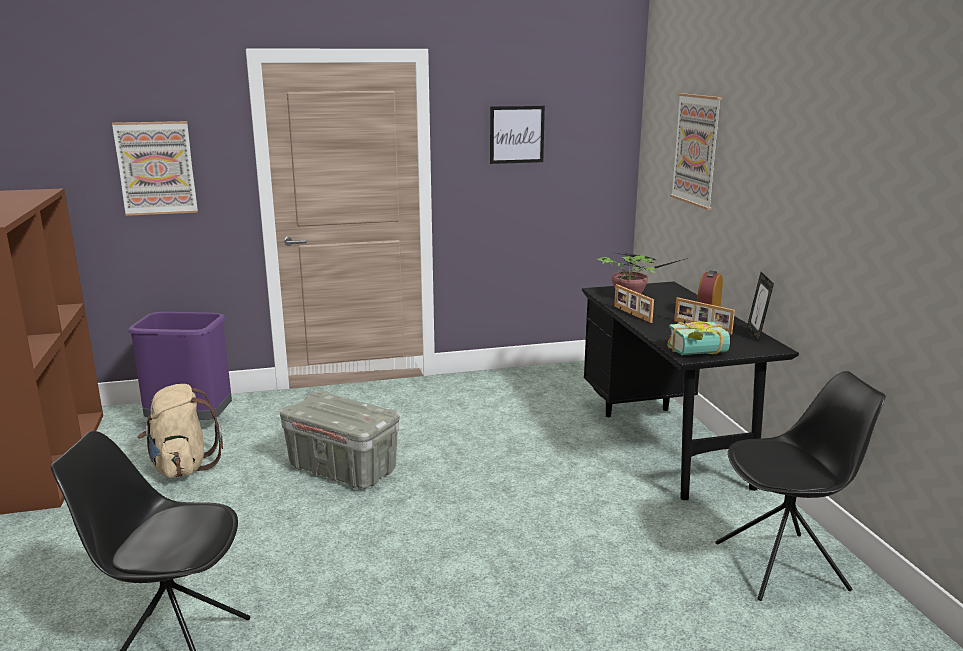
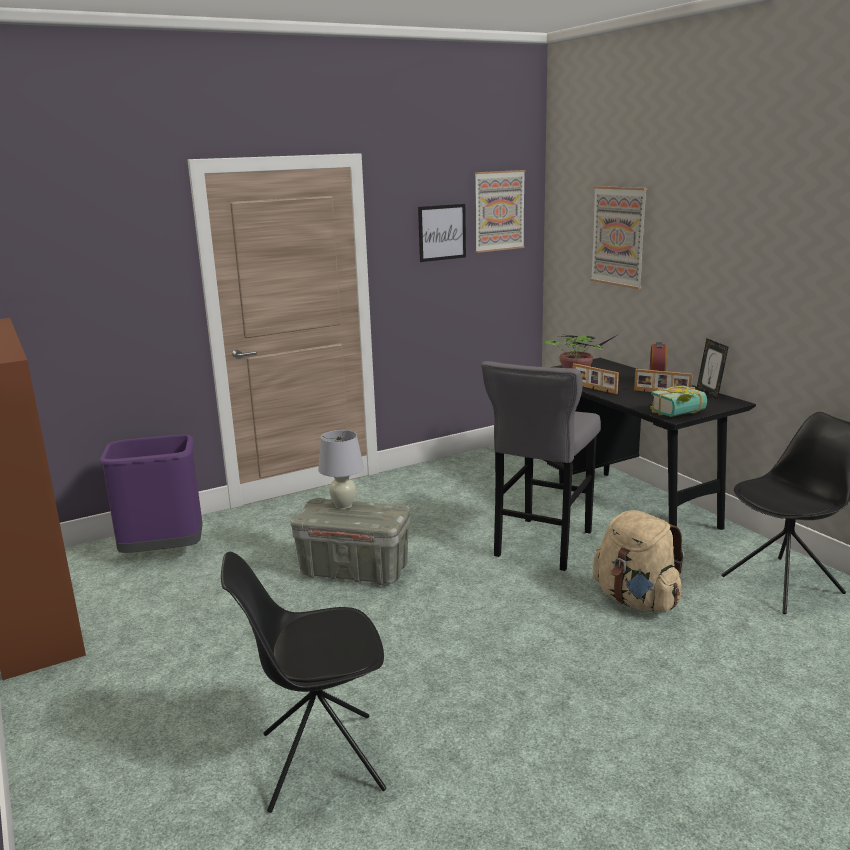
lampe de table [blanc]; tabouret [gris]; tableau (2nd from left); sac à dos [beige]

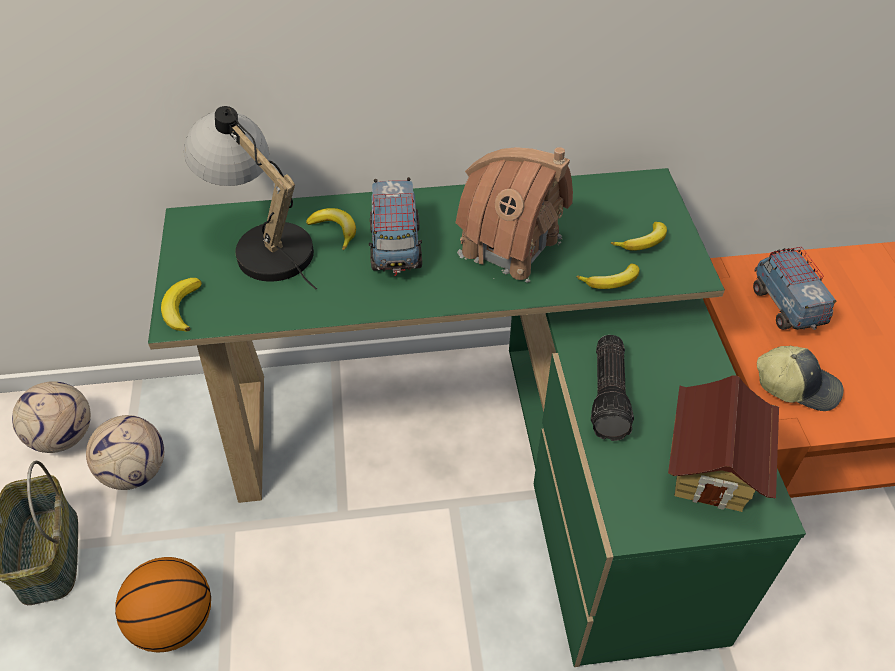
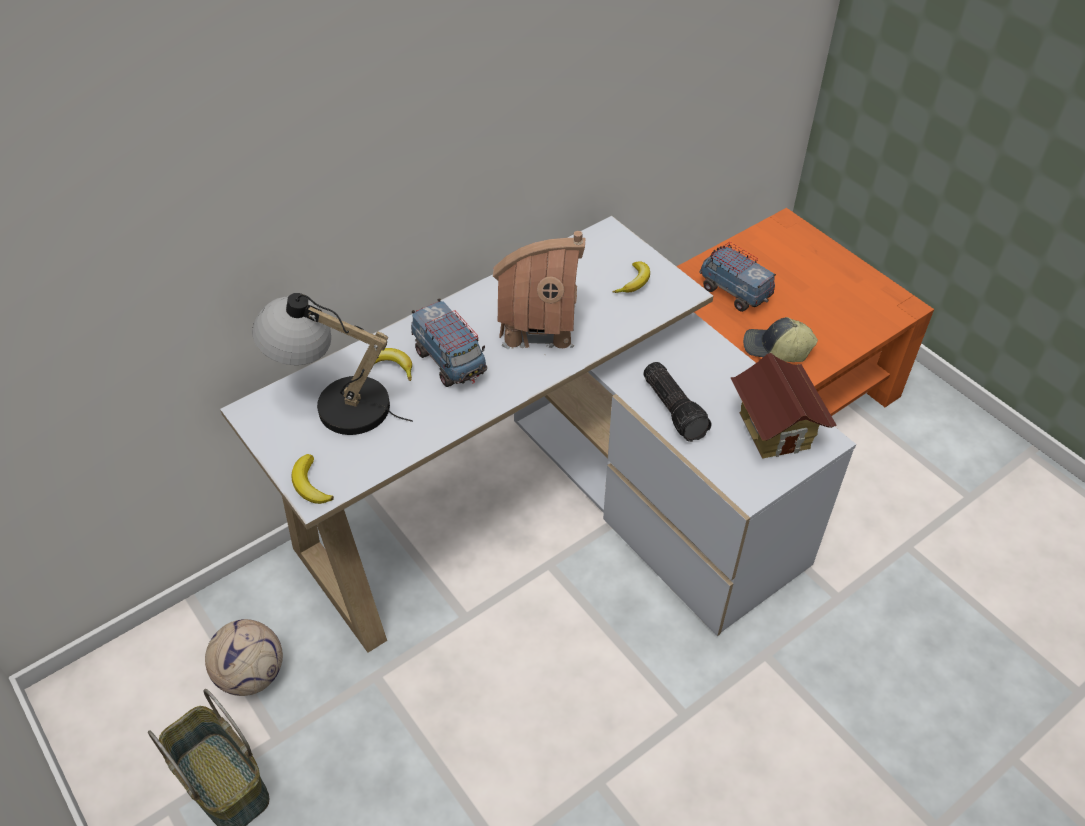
ballon de foot (1st from left in the first image); ballon de basket; banane (3rd from left in the first image); bureau [blanc]; casquette

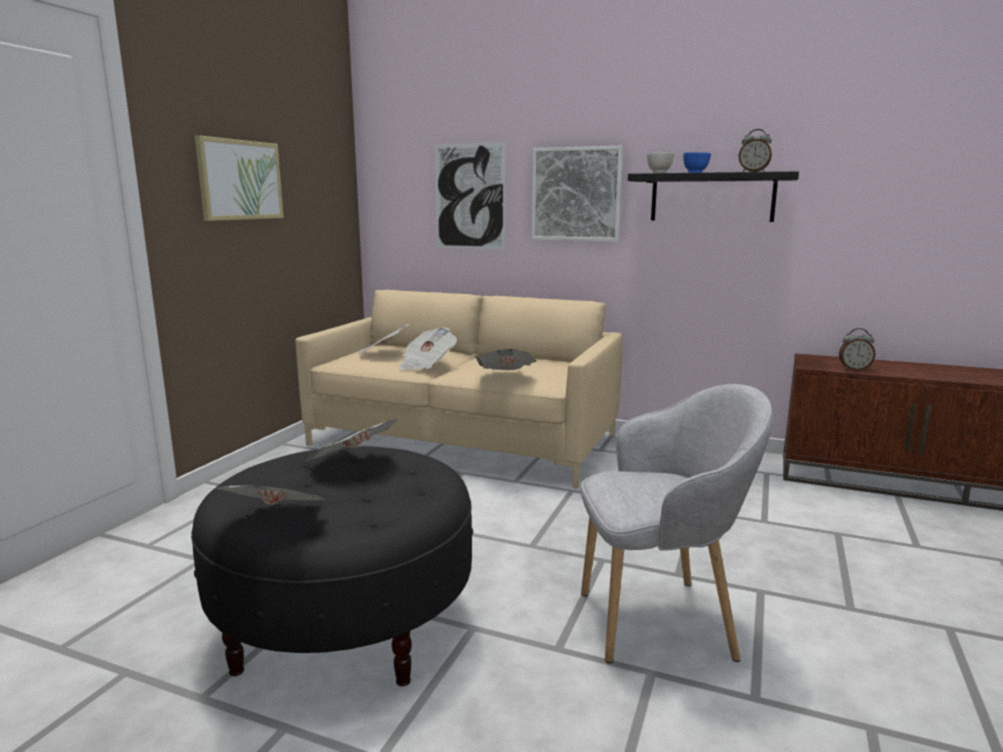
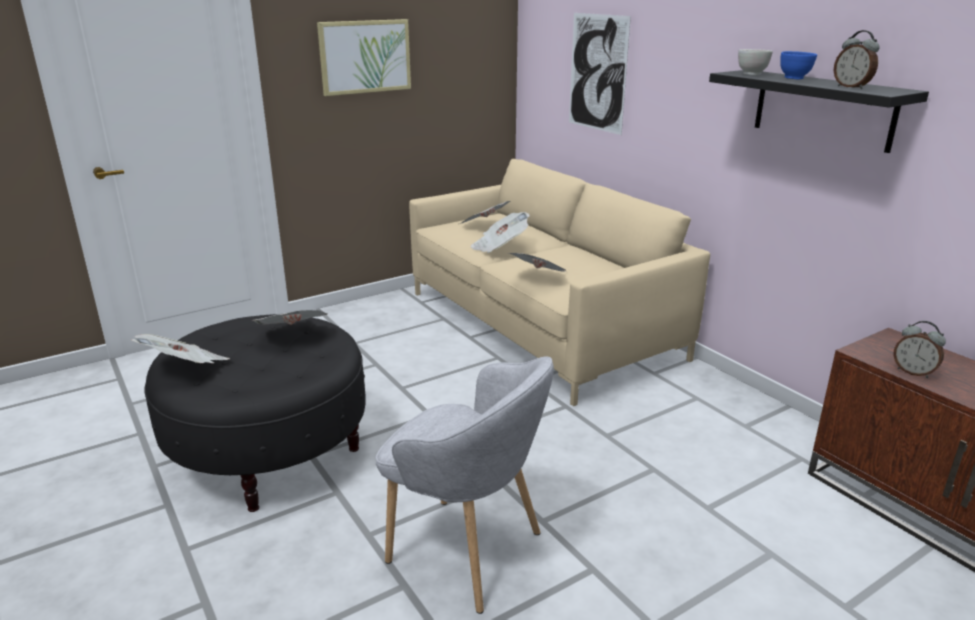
tableau (3rd from left in the first image)

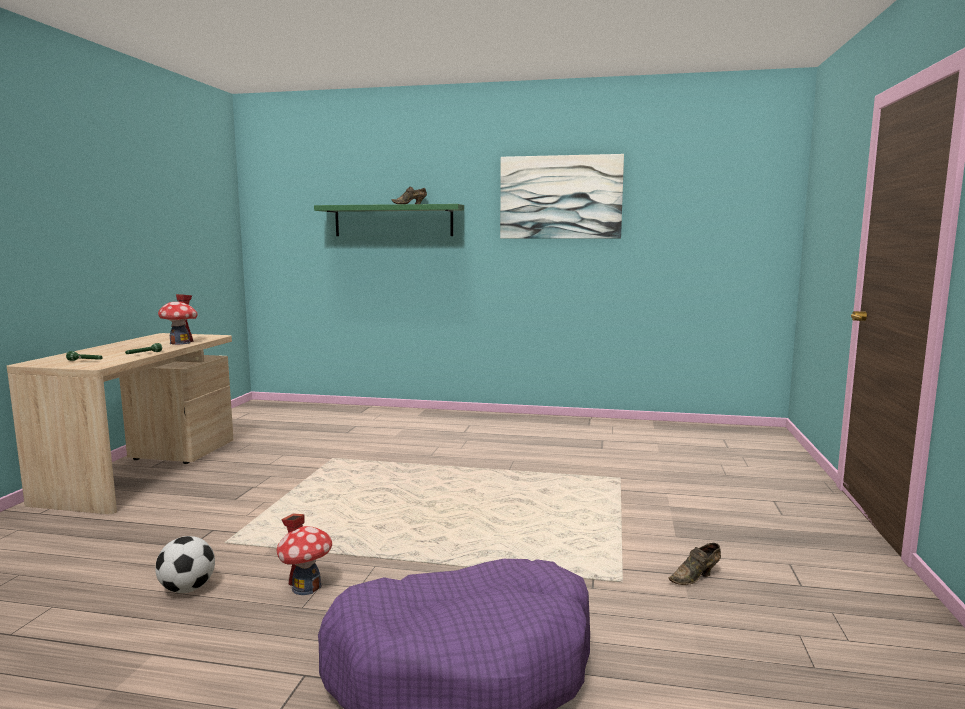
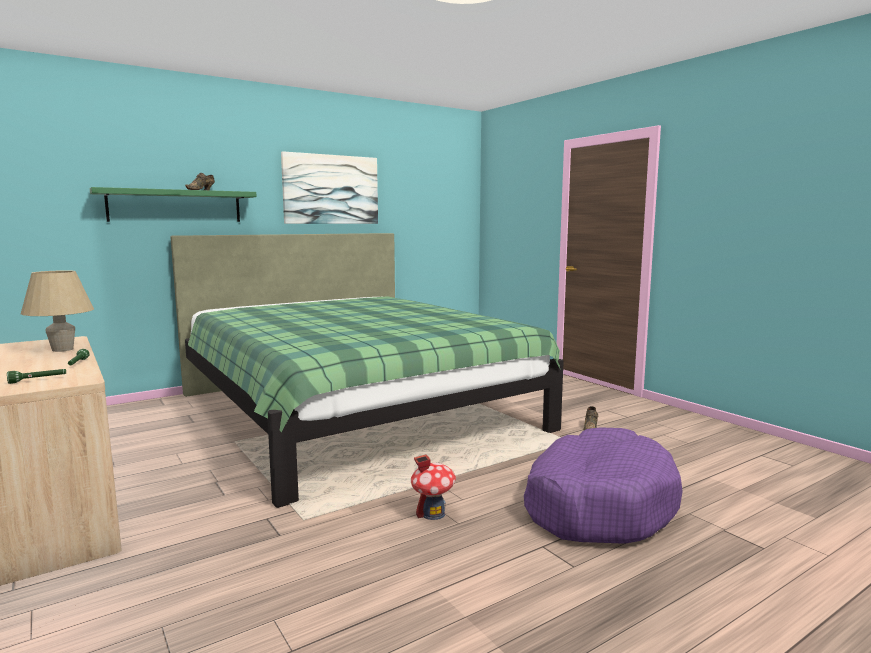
ballon de foot; lit [vert]; lampe de table [beige]

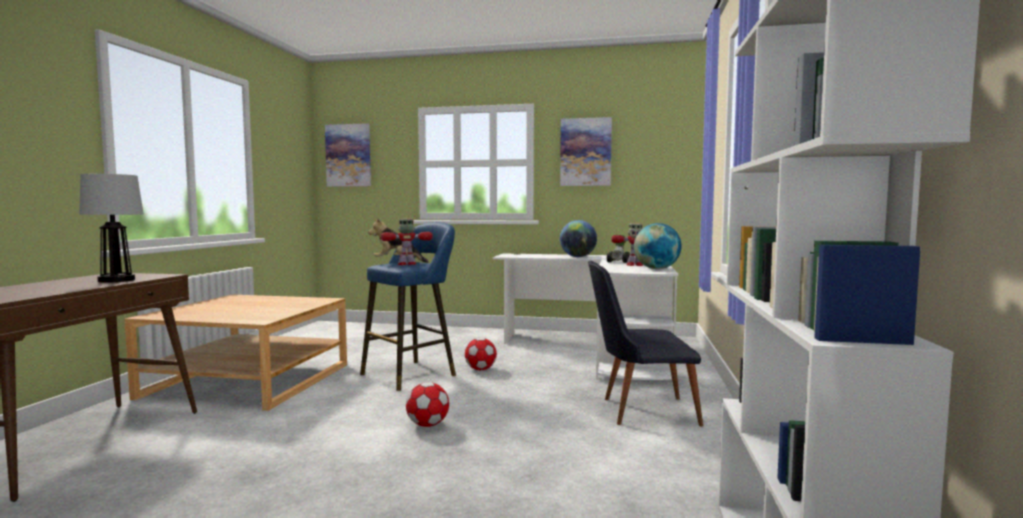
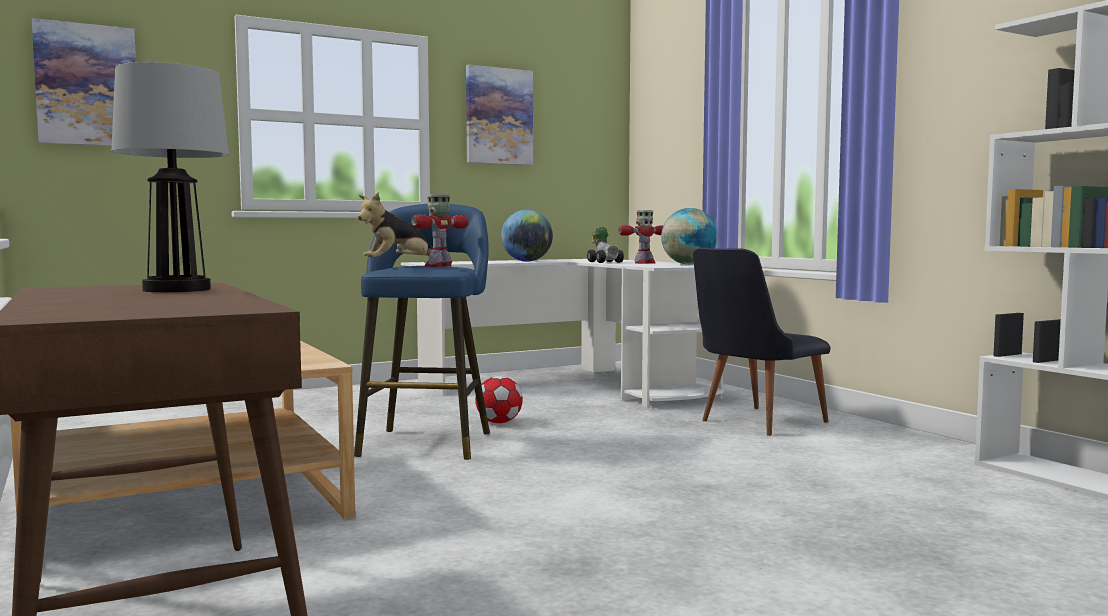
ballon de foot (1st from left in the first image)

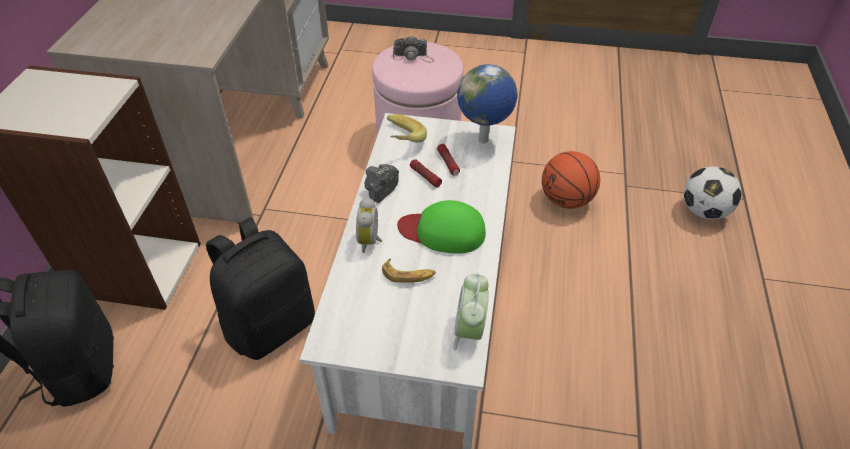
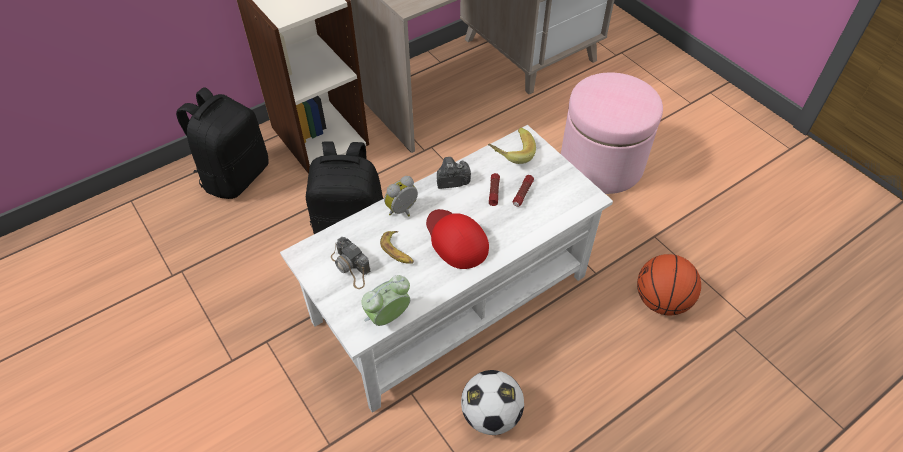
globe; appareil photo (1st from left); ballon de foot; casquette [rouge]

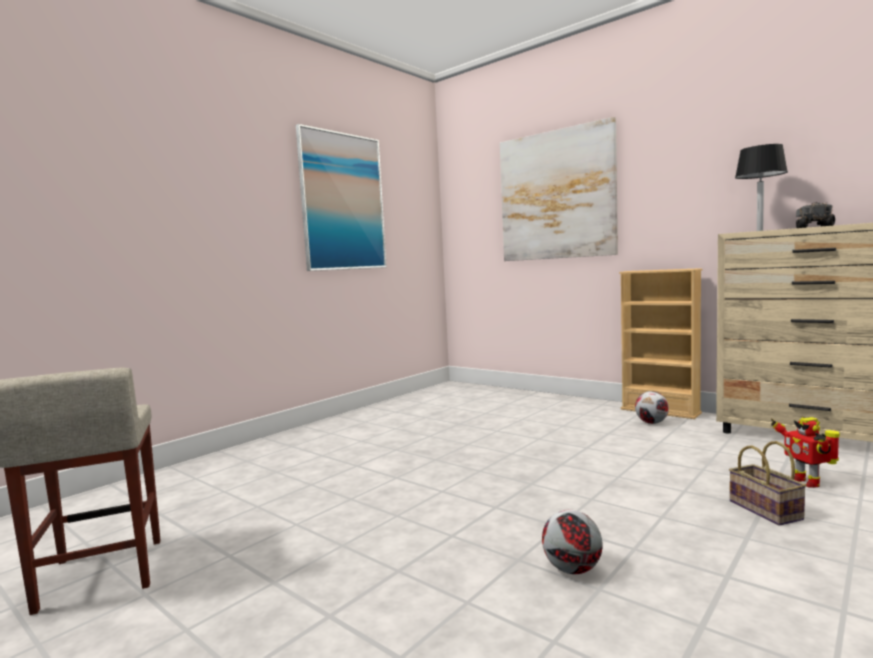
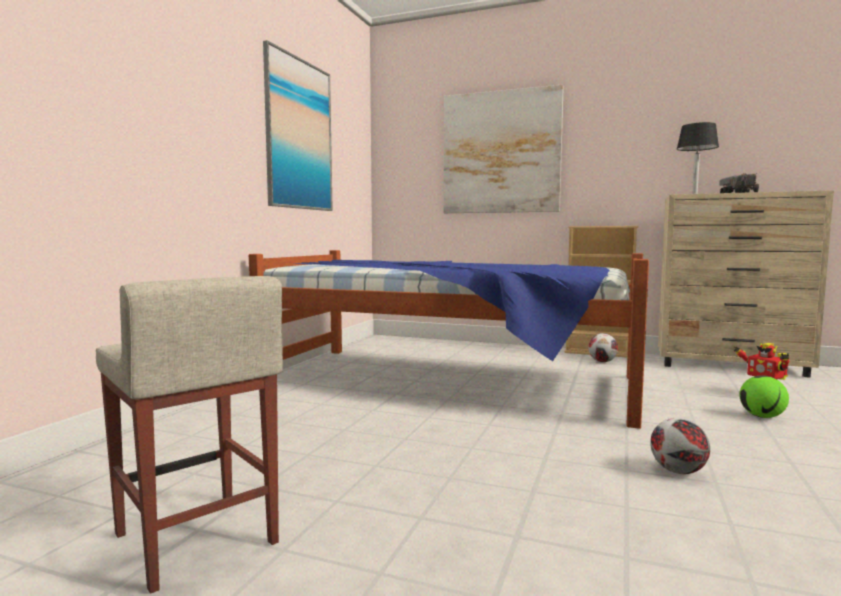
lit; ballon de foot (3rd from left)

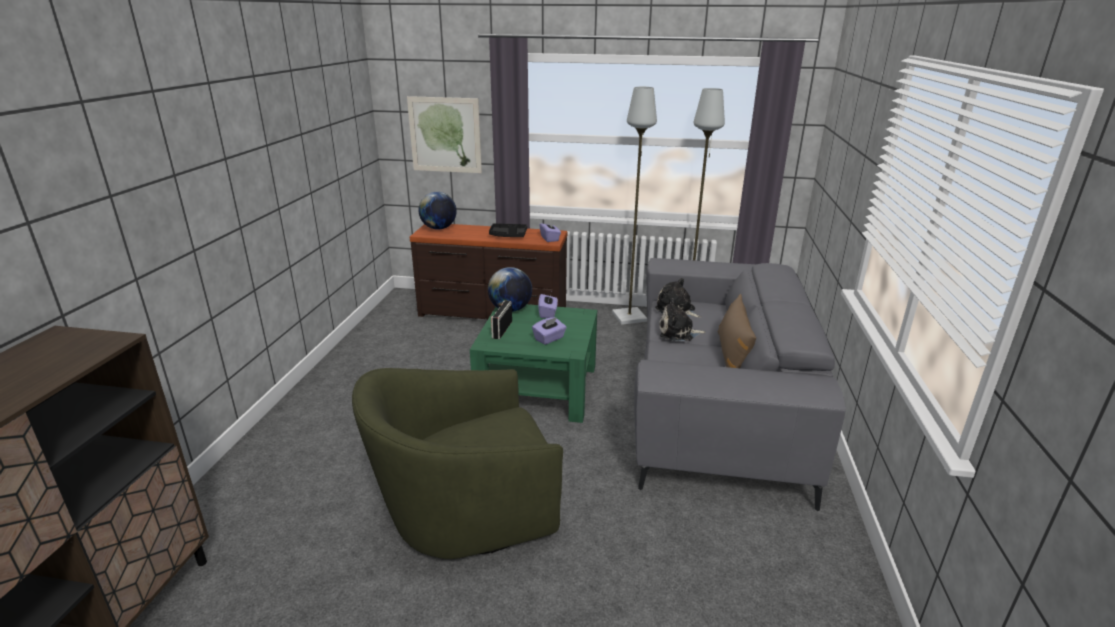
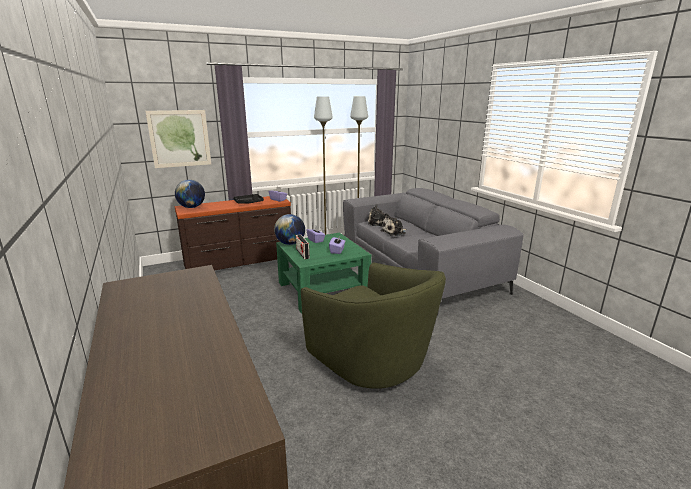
coussin [marron]; fauteuil [vert]

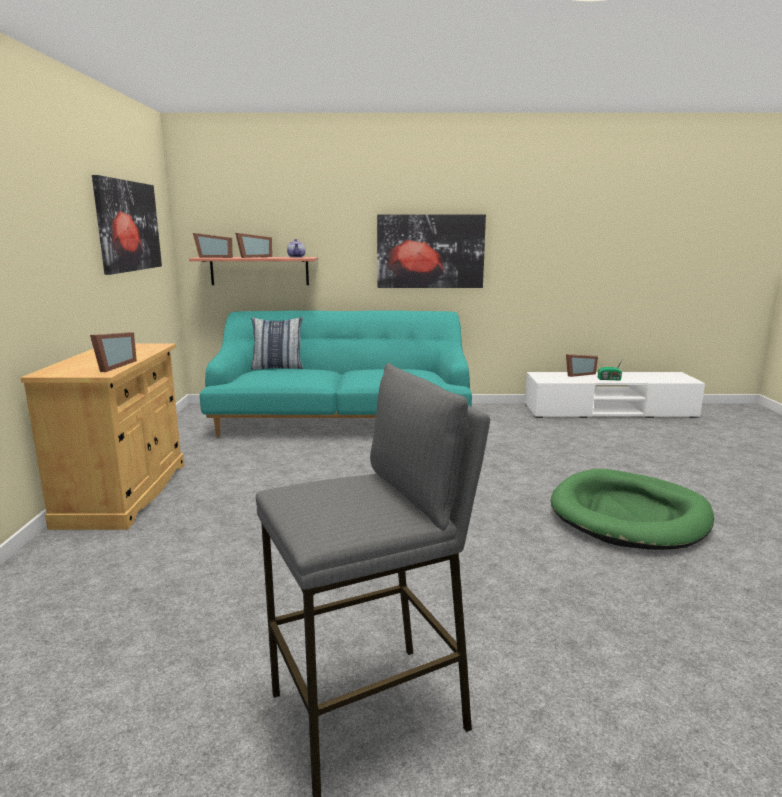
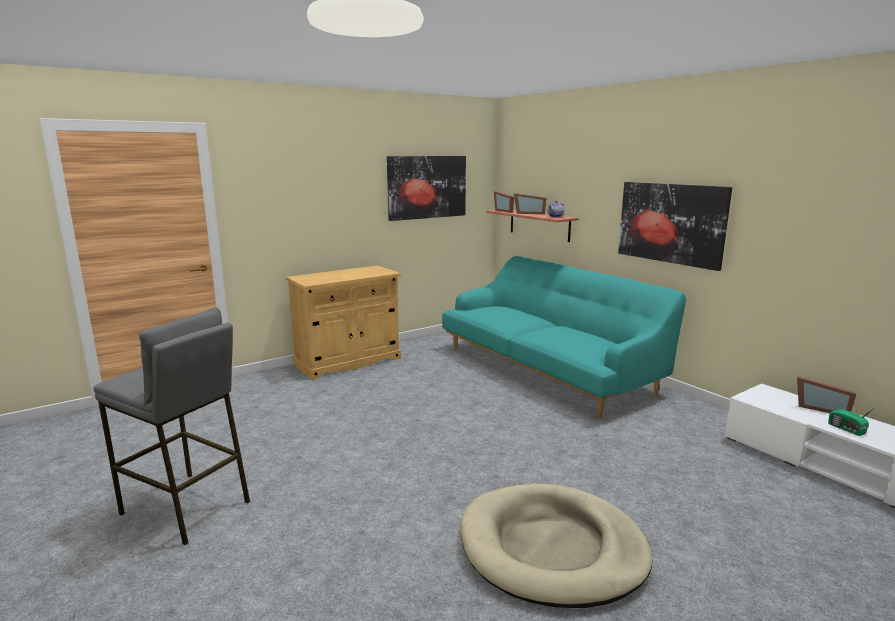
cadre photo (1st from left in the first image); coussin; panier pour chien [beige]

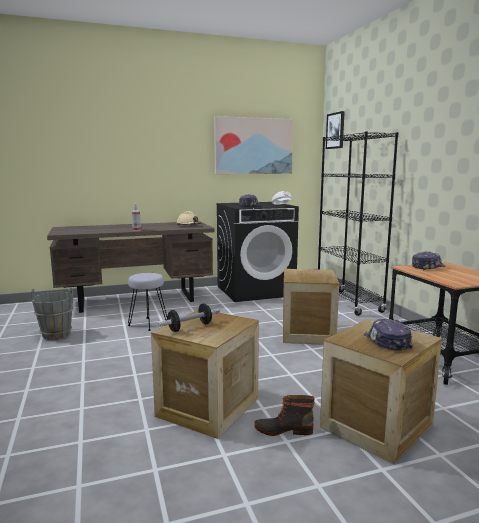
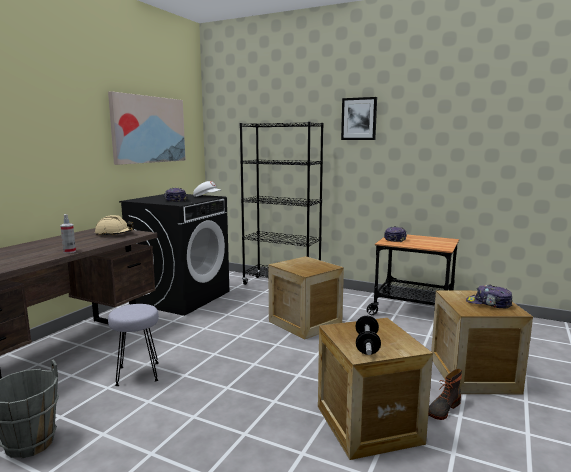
tableau (2nd from left)

